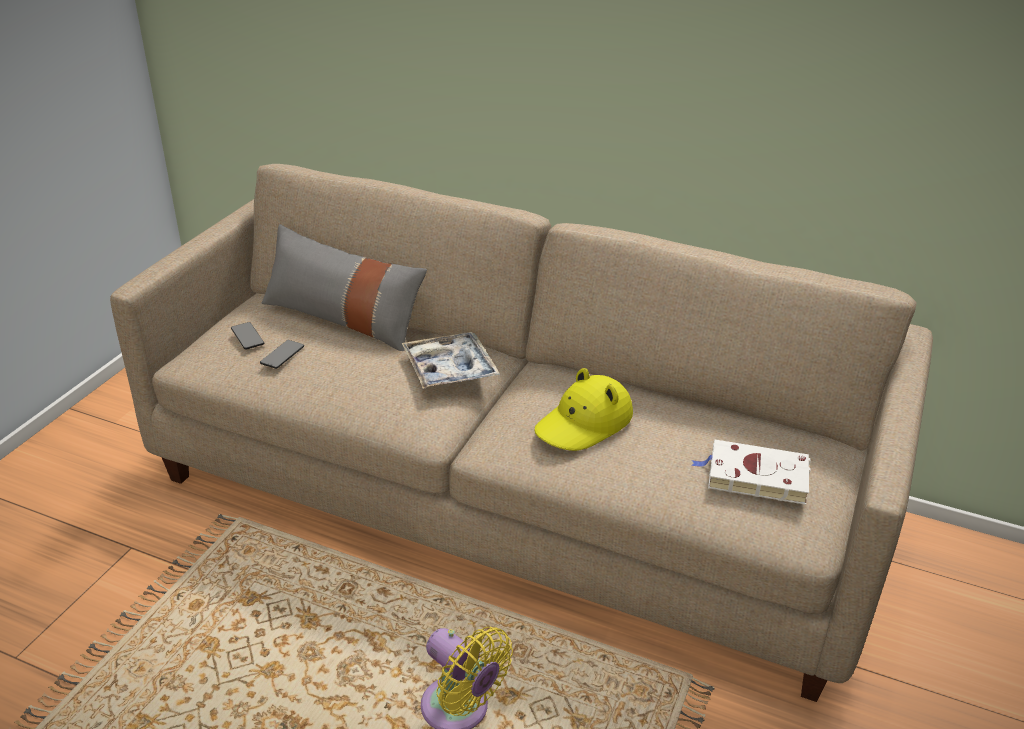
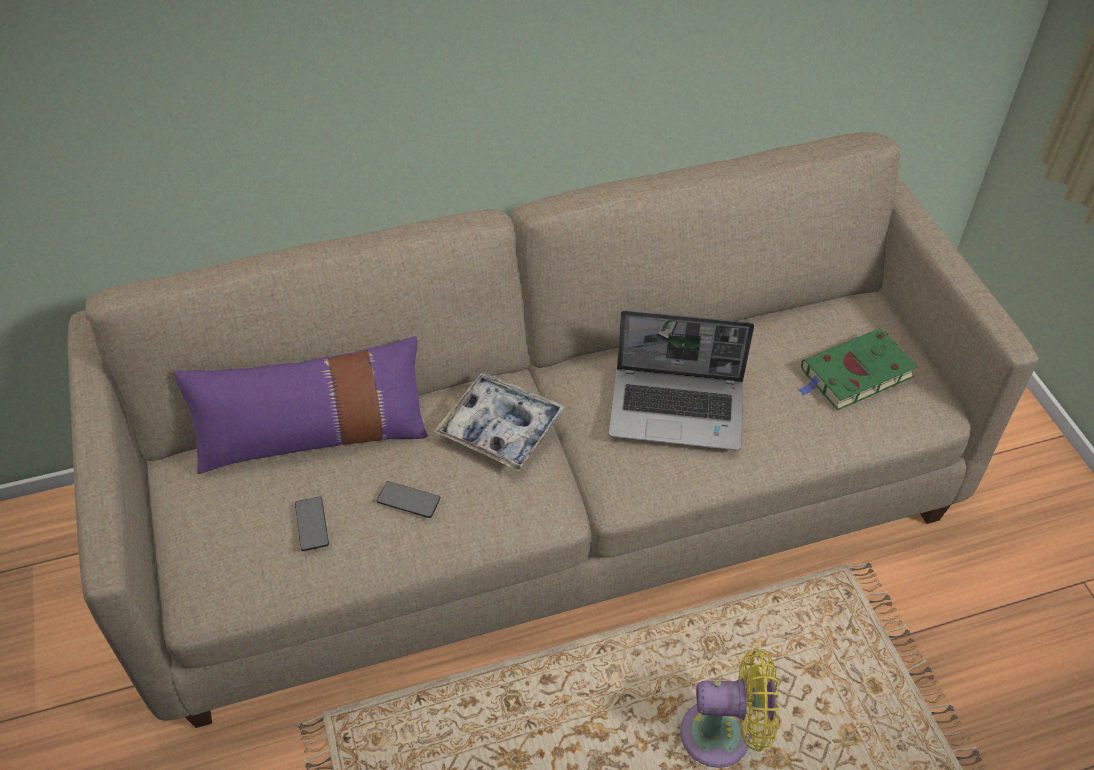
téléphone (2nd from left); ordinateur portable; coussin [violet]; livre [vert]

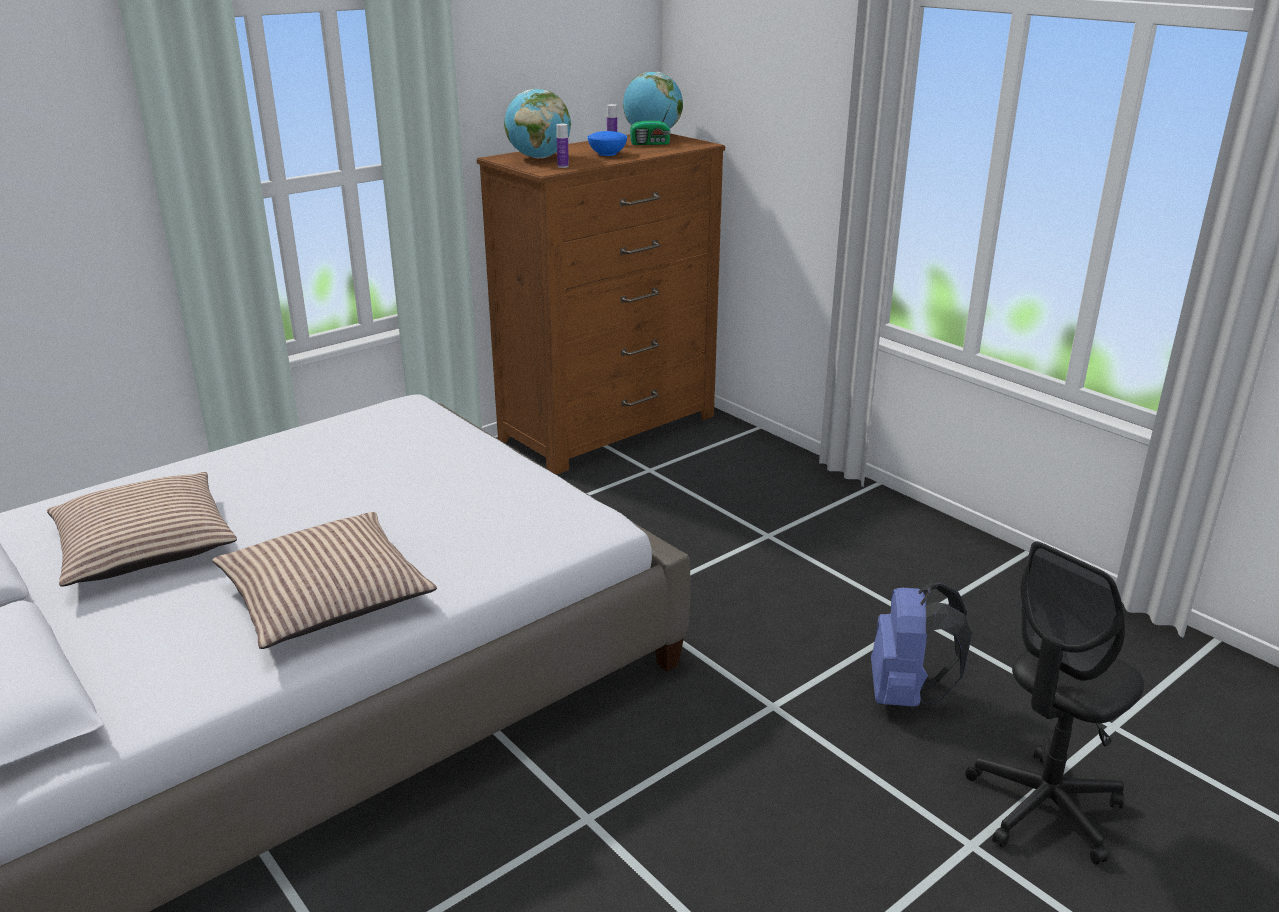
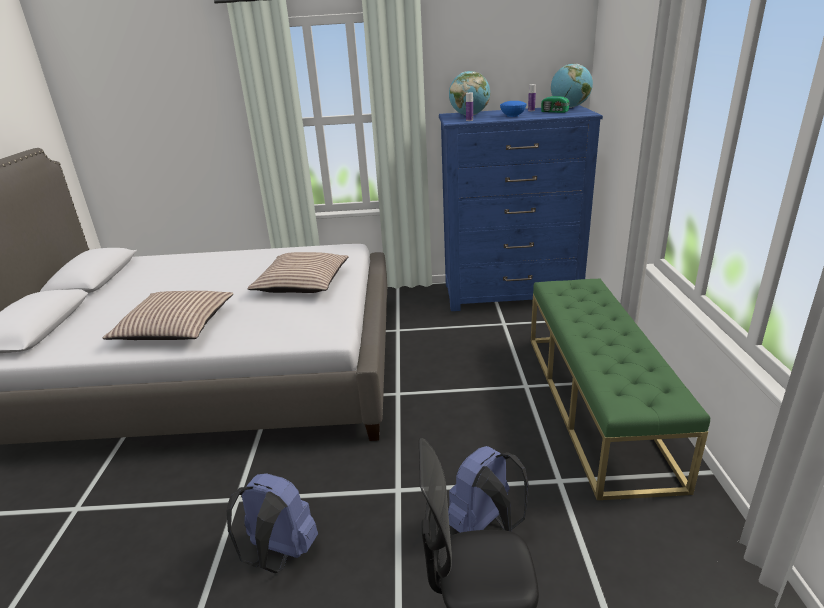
sac à dos [bleu] (1st from left); banc [vert]; coussin (2nd from left); commode [bleu]

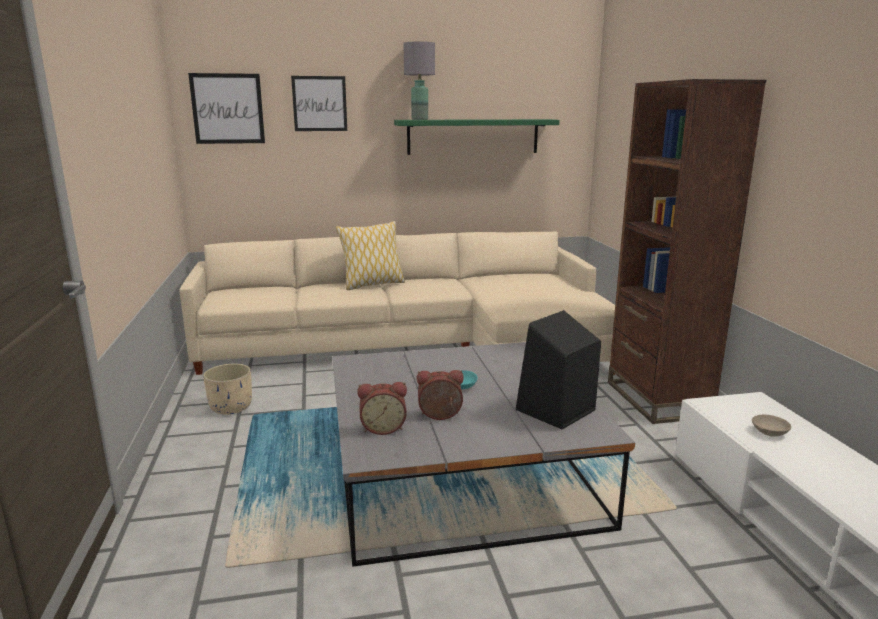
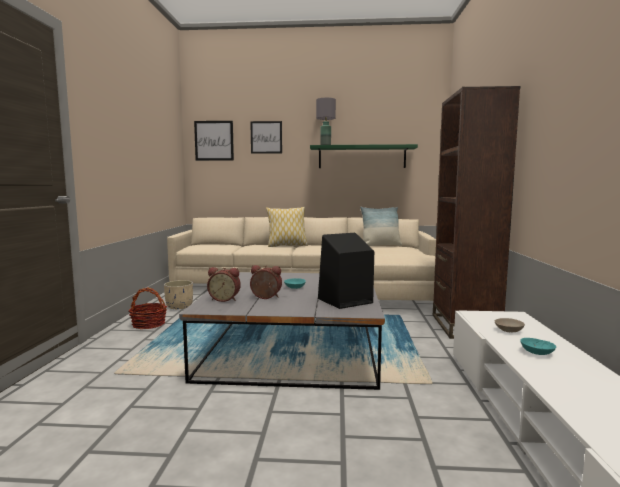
panier; coussin (2nd from left); bol [turquoise] (2nd from left)

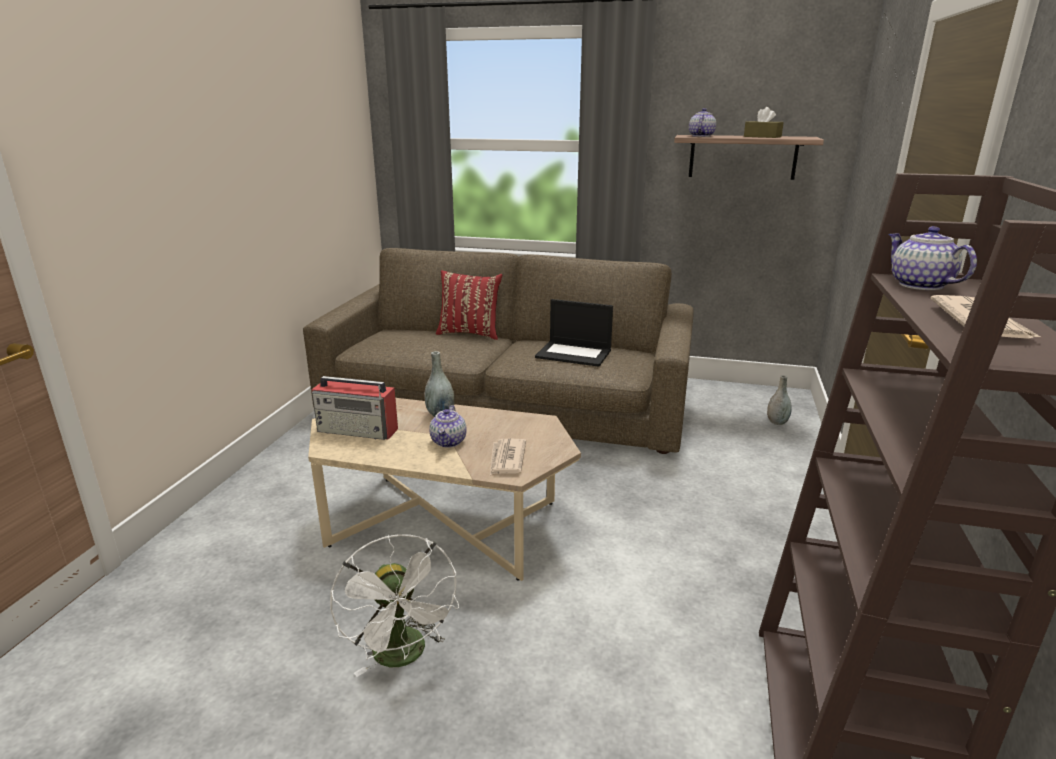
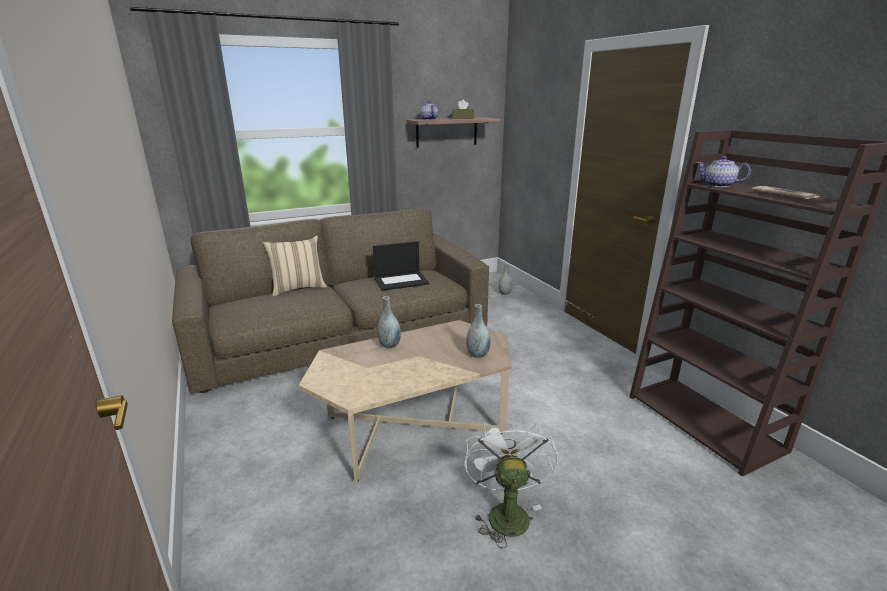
radio; théière (1st from left in the first image); vase [gris] (2nd from left); coussin [beige]; ventilateur [blanc]

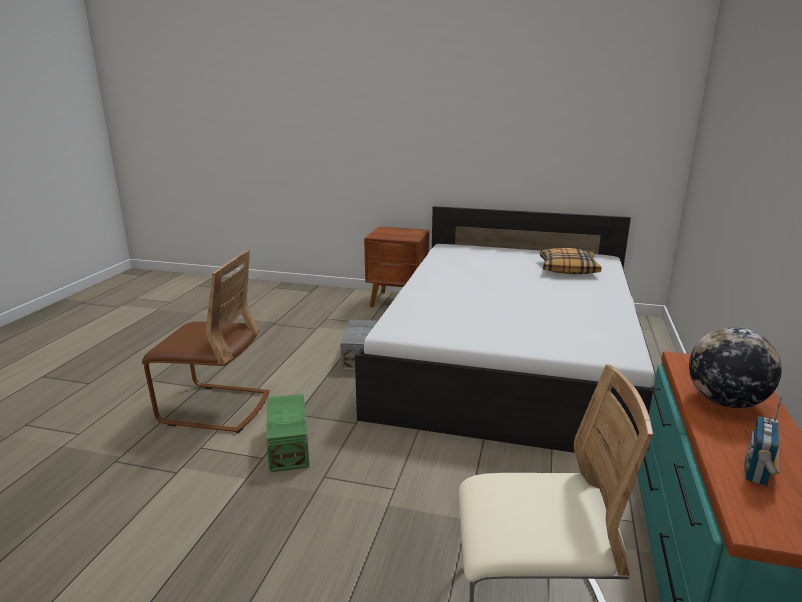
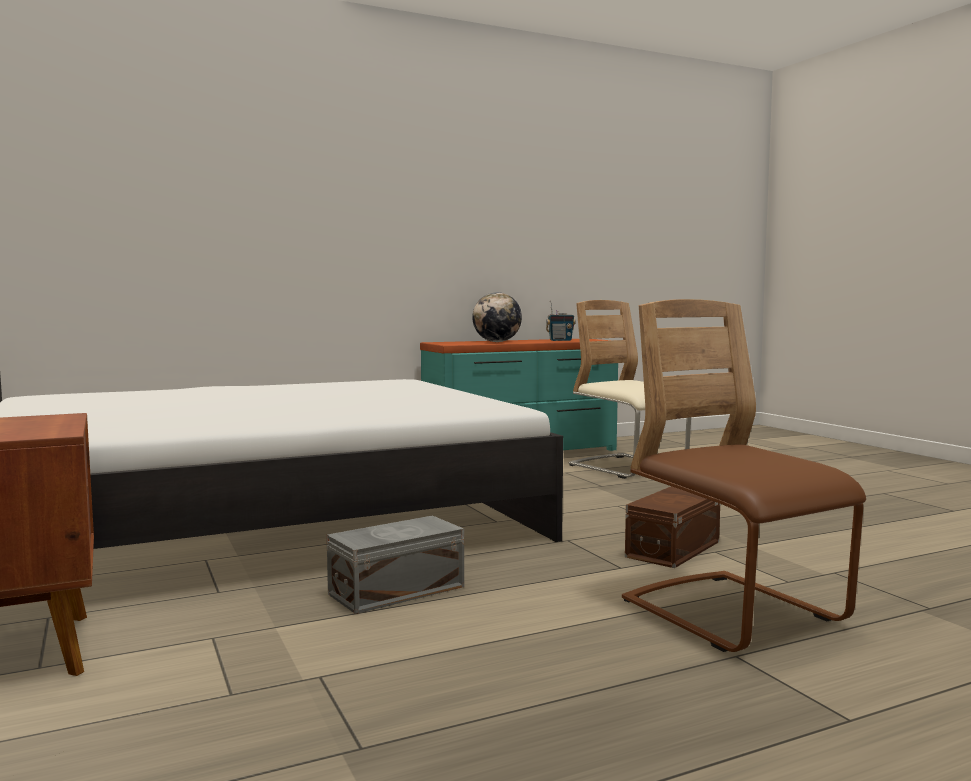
coussin; boîte de rangement [marron]

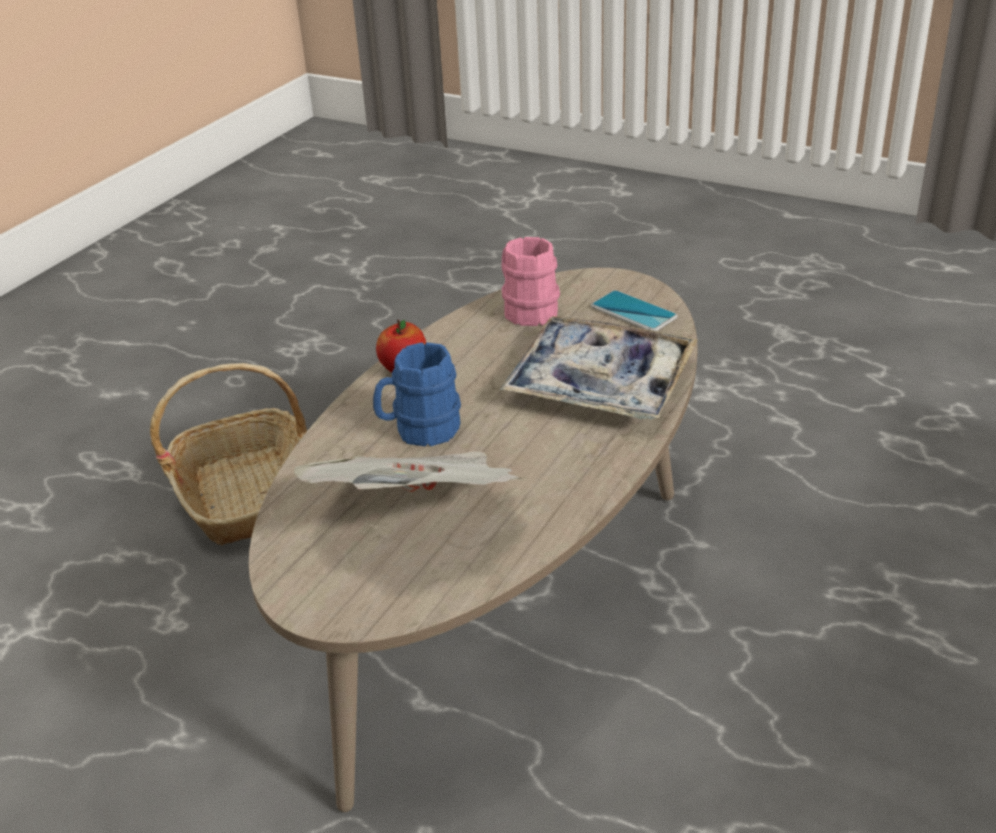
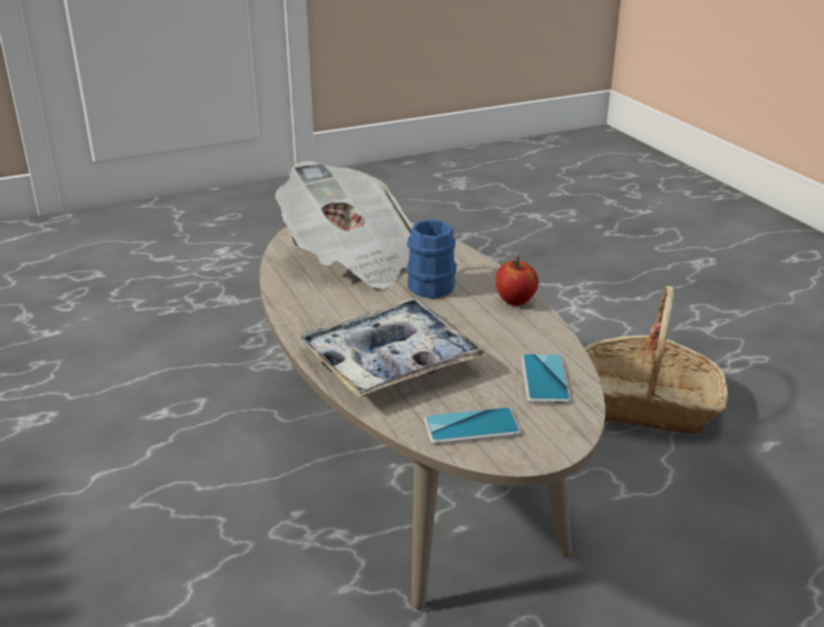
téléphone (2nd from left)

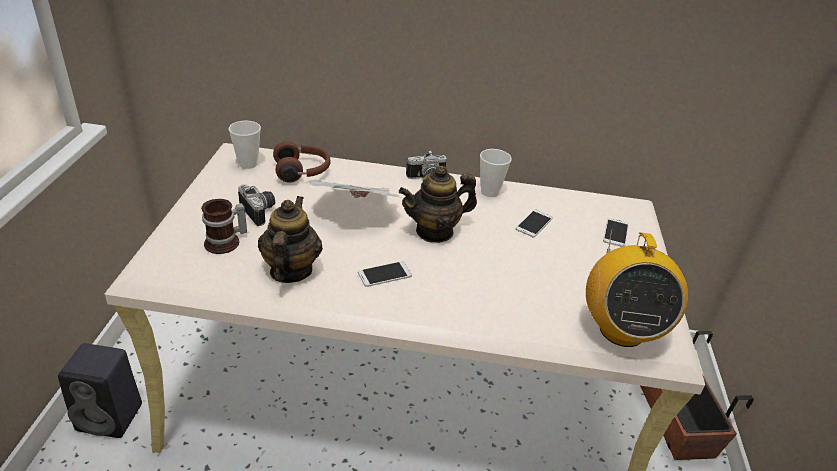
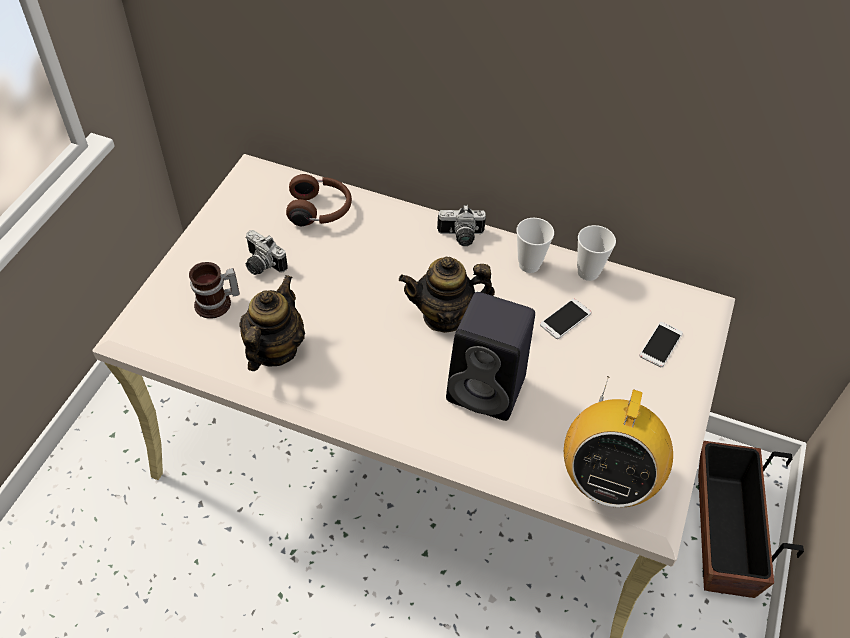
journal; téléphone (1st from left in the first image); enceinte [noir]; tasse (2nd from left); appareil photo (1st from left)

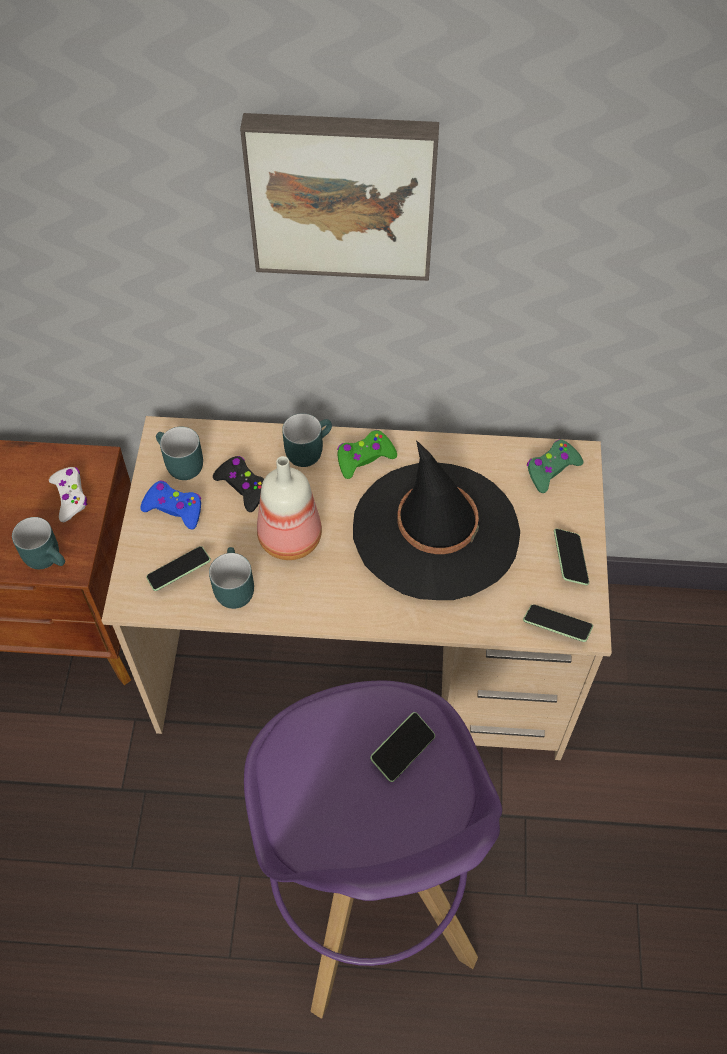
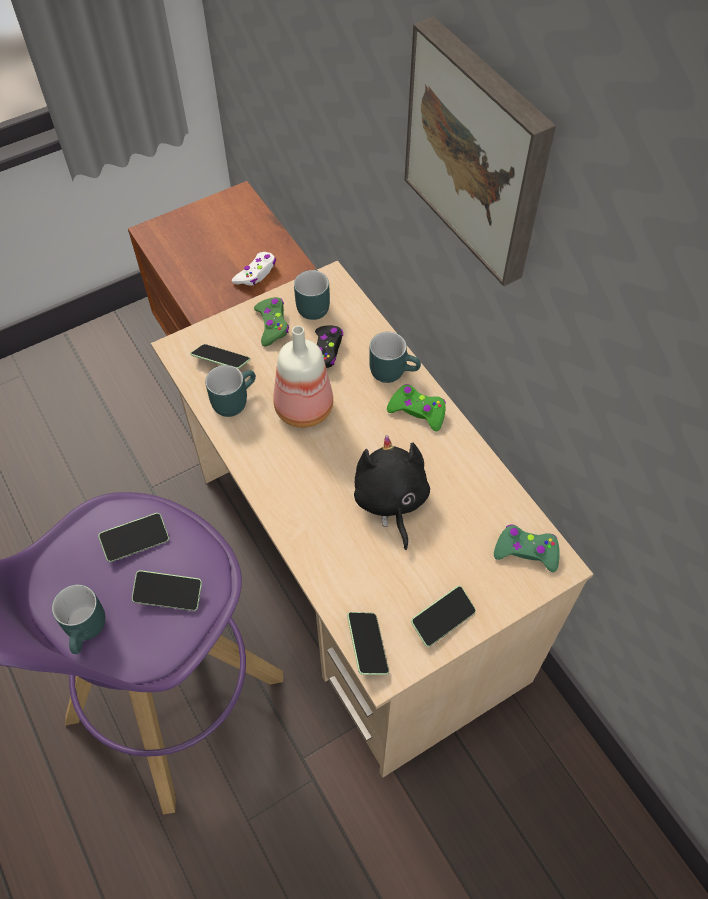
téléphone (1st from left); mug [turquoise] (1st from left); peluche [noir]; manette [vert] (1st from left)

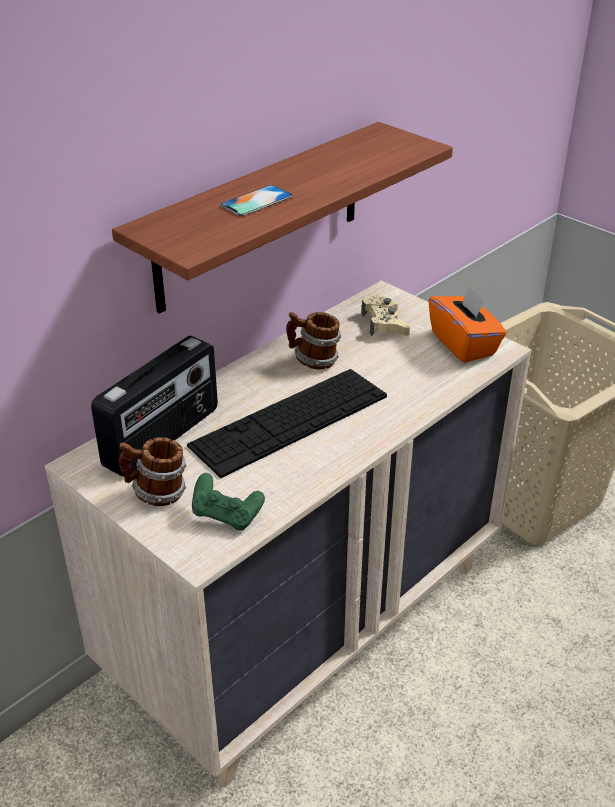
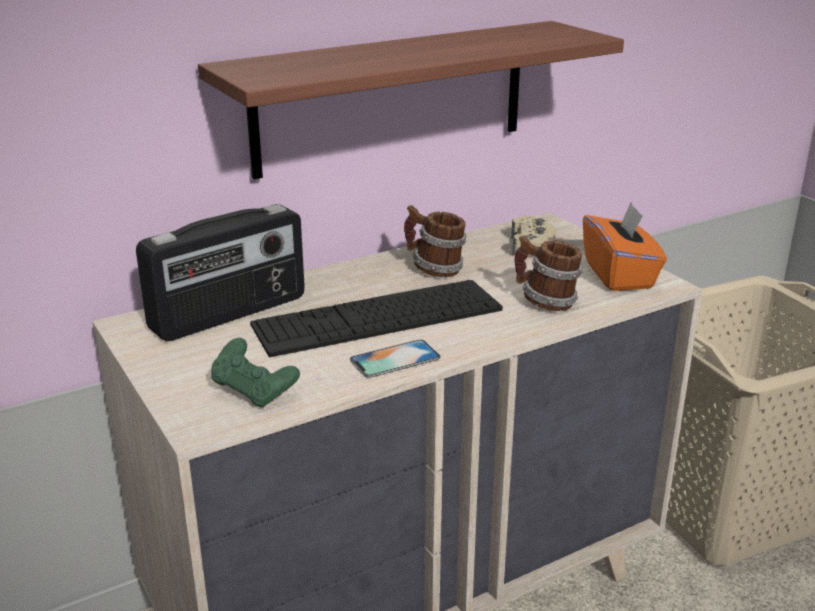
mug (2nd from left); téléphone

